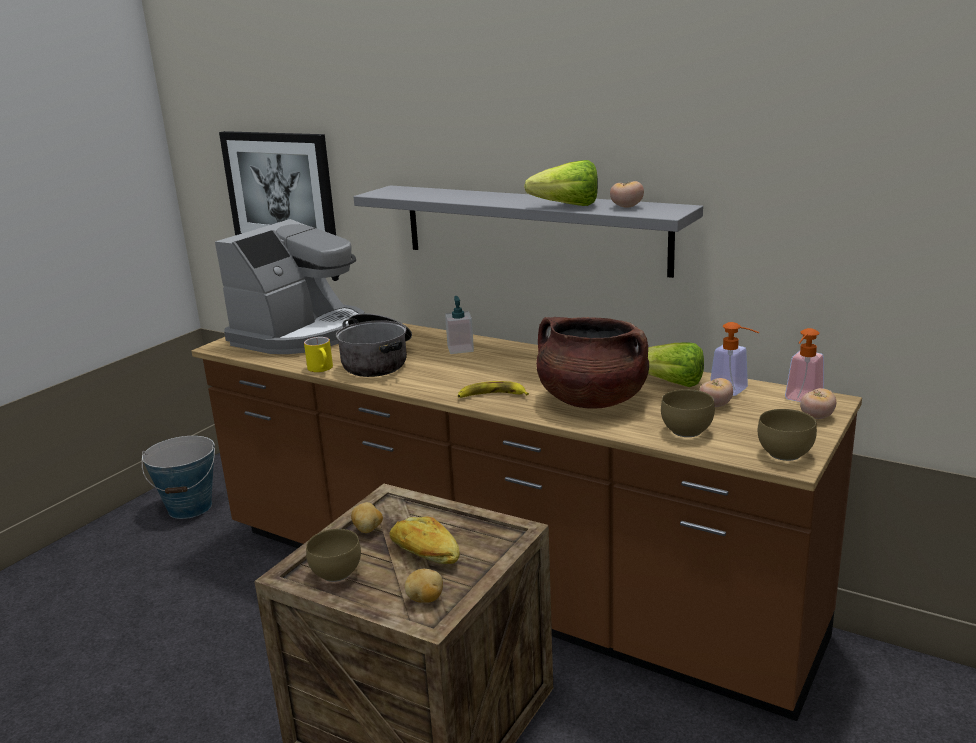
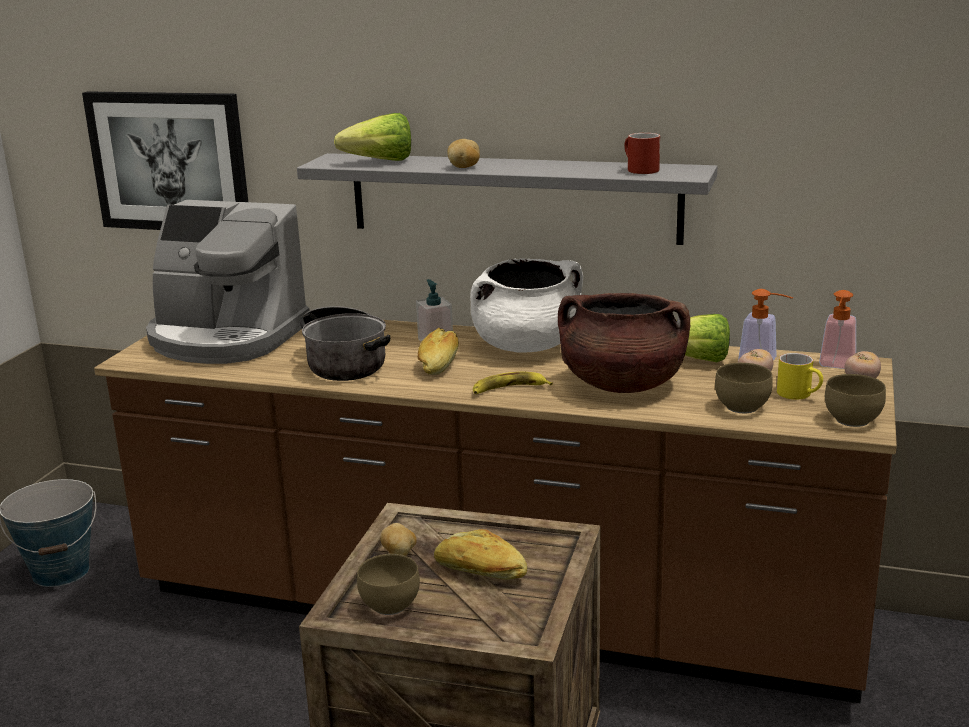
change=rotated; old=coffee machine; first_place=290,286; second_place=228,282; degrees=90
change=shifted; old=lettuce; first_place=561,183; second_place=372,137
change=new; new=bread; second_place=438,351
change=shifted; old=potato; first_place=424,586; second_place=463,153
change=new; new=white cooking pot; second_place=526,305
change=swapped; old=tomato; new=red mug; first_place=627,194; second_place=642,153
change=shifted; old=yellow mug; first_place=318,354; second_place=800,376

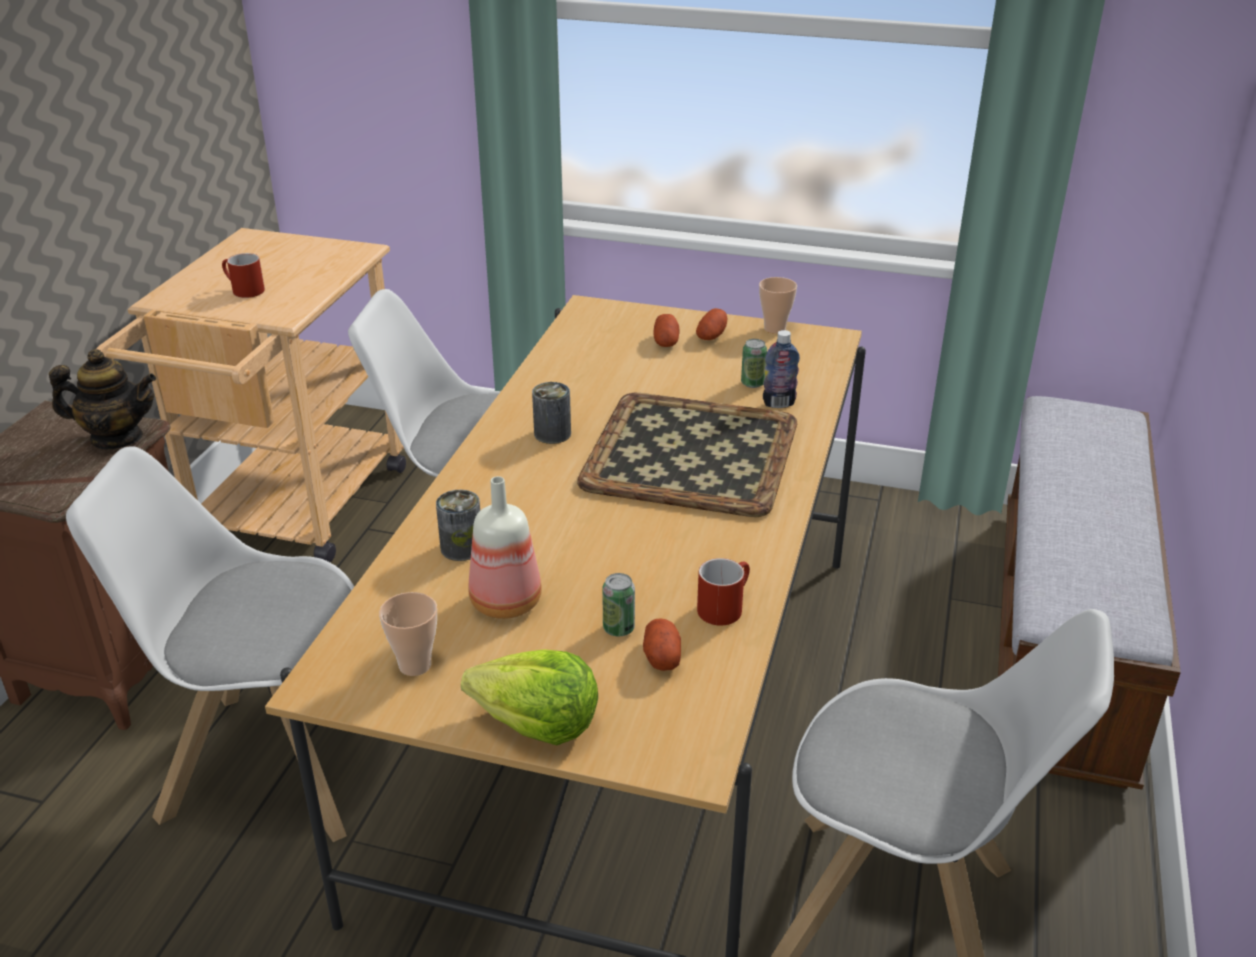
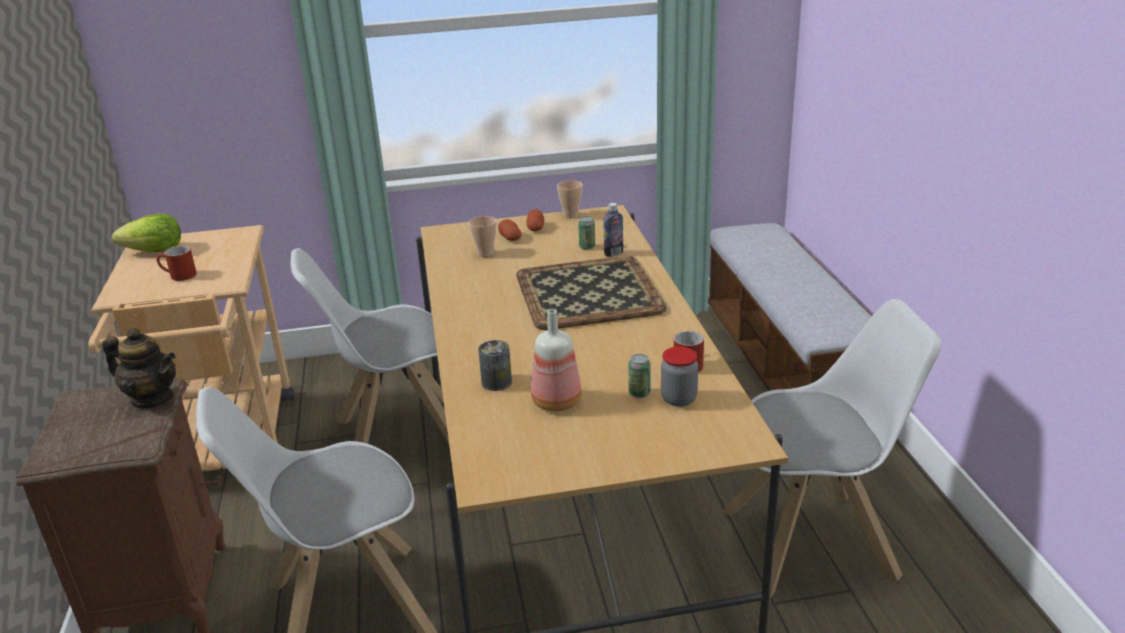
change=rotated; old=teapot; first_place=102,399; second_place=139,368; degrees=45
change=shifted; old=lettuce; first_place=529,697; second_place=146,233
change=shifted; old=cup; first_place=408,634; second_place=483,236
change=swapped; old=potato; new=jar; first_place=662,644; second_place=679,376
change=gone; old=can; first_place=551,413

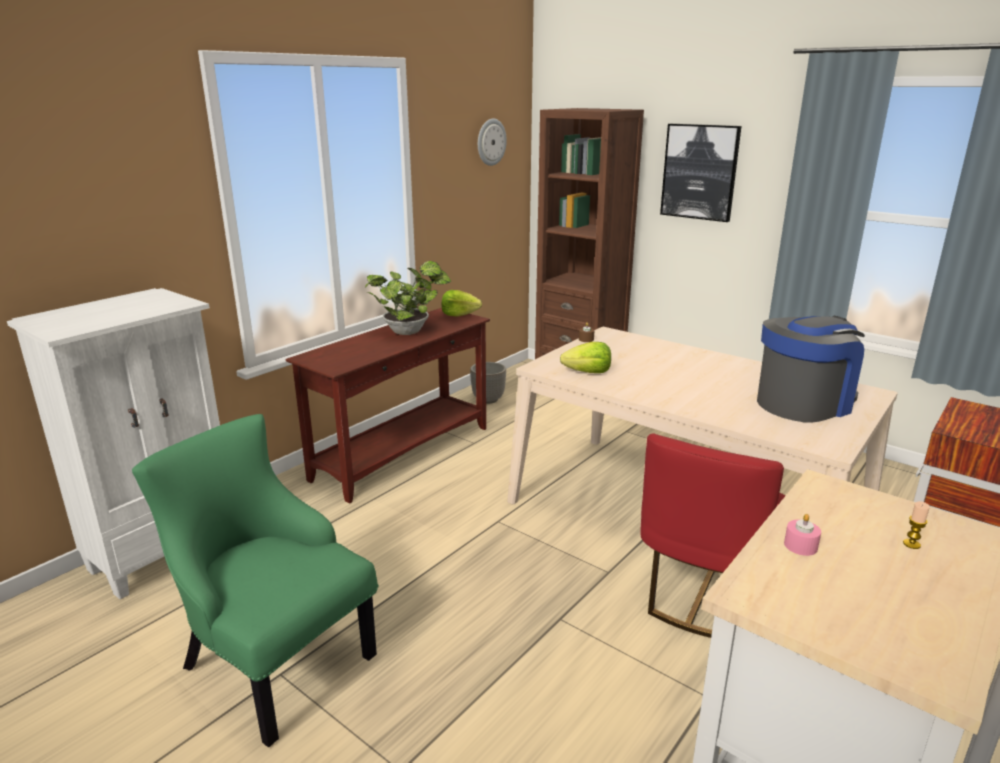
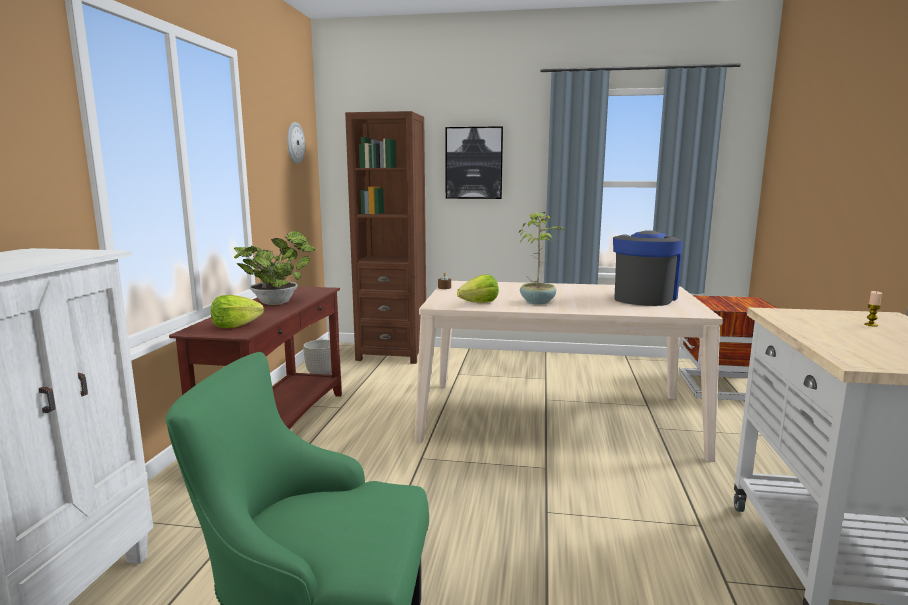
change=shifted; old=lettuce; first_place=462,303; second_place=237,311
change=new; new=potted plant; second_place=542,258
change=gone; old=red chair; first_place=712,535
change=gone; old=pink candle; first_place=802,535

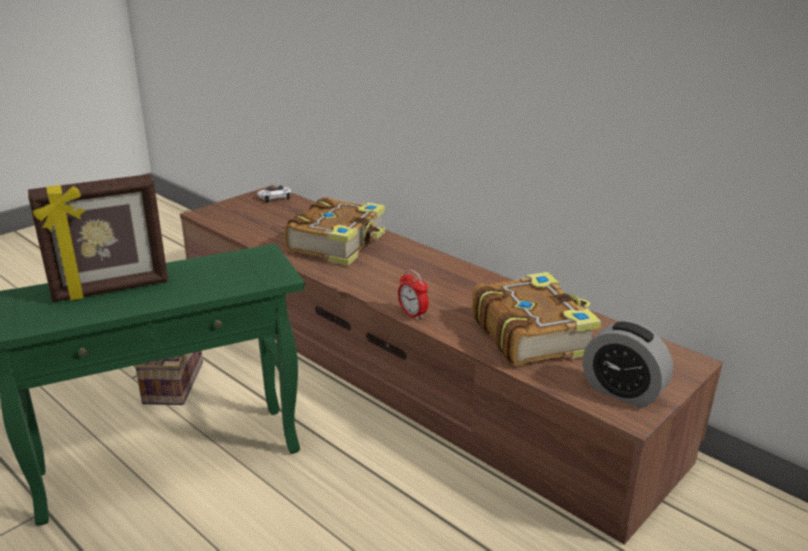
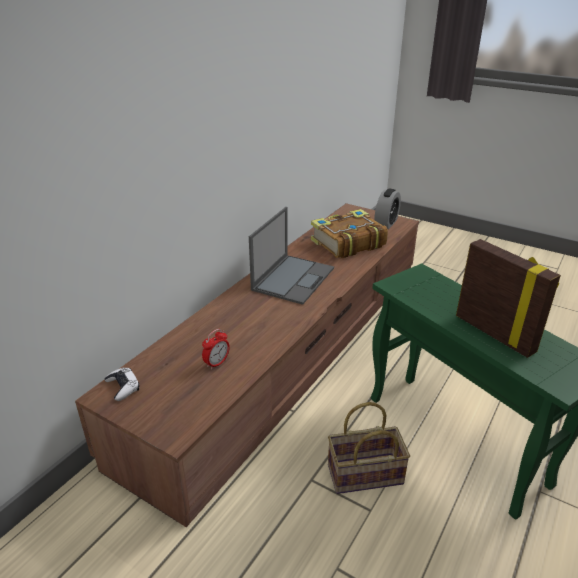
change=shifted; old=alarm clock; first_place=413,294; second_place=216,349
change=new; new=laptop; second_place=291,256
change=gone; old=book; first_place=334,231

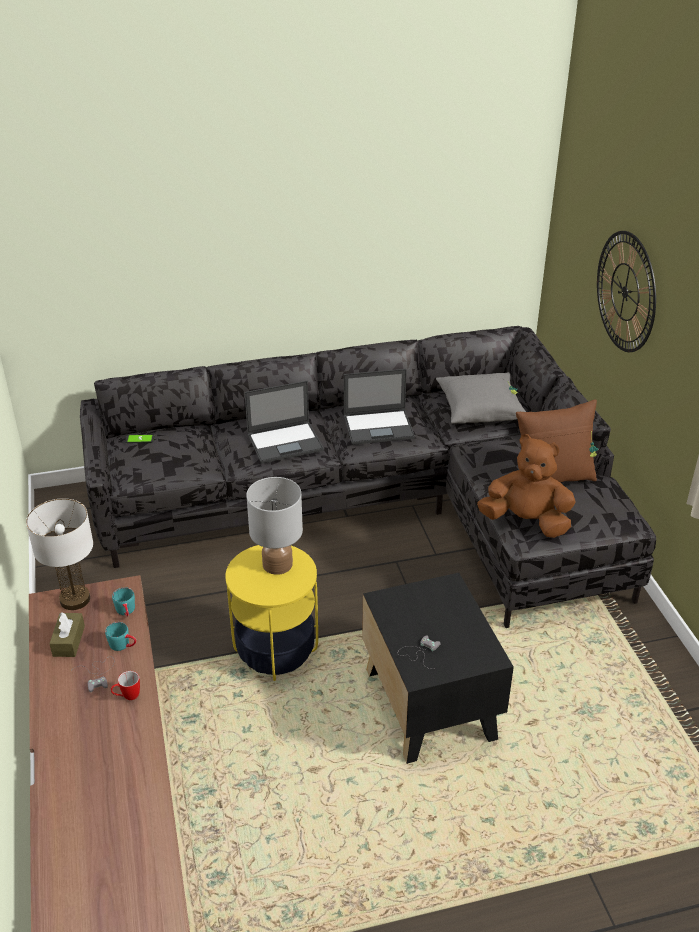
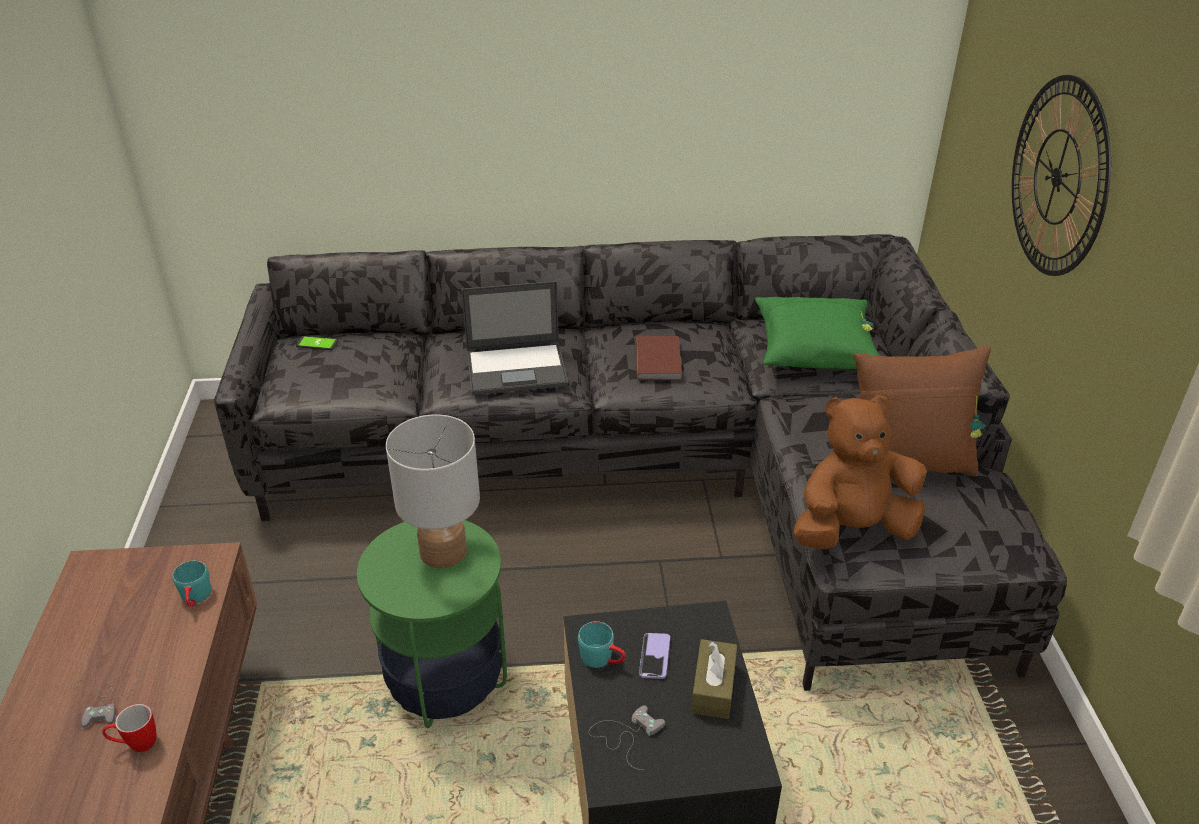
change=repainted; old=yellow side table; new=green side table; first_place=271,613; second_place=432,624
change=shifted; old=turquoise mug; first_place=120,636; second_place=602,644
change=swapped; old=laptop; new=brown book; first_place=379,407; second_place=659,358
change=new; new=phone; second_place=654,656
change=shifted; old=brown tissue box; first_place=67,634; second_place=714,679
change=repainted; old=grey pillow; new=green pillow; first_place=481,398; second_place=817,333
change=rotated; old=brown plush toy; first_place=526,486; second_place=860,472; degrees=-45
change=gone; old=table lamp; first_place=59,554

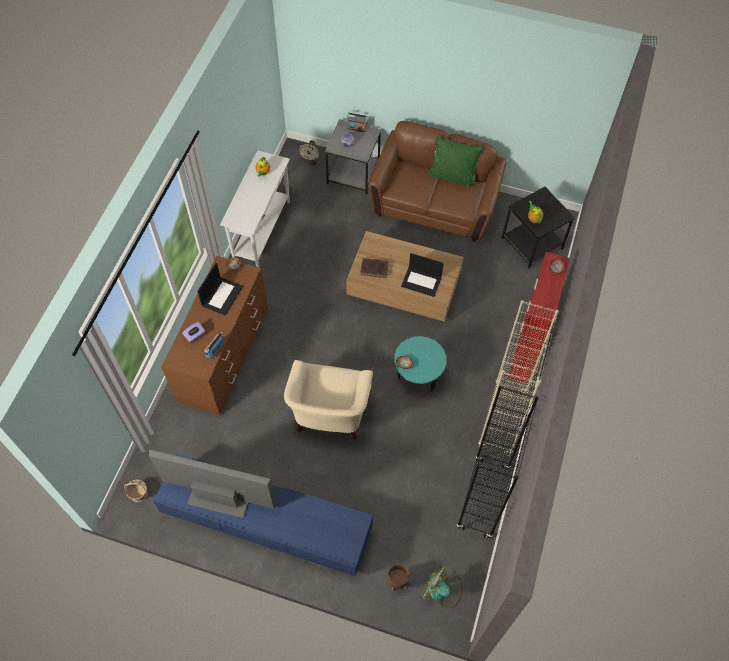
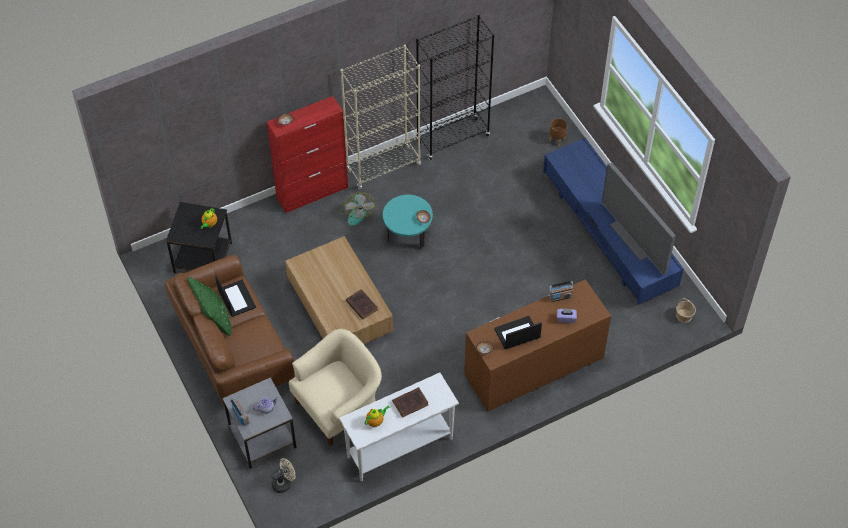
change=shifted; old=laptop; first_place=422,275; second_place=235,296
change=shifted; old=beige armchair; first_place=328,400; second_place=335,387
change=shifted; old=fan; first_place=441,587; second_place=356,209
change=new; new=brown book; second_place=410,402

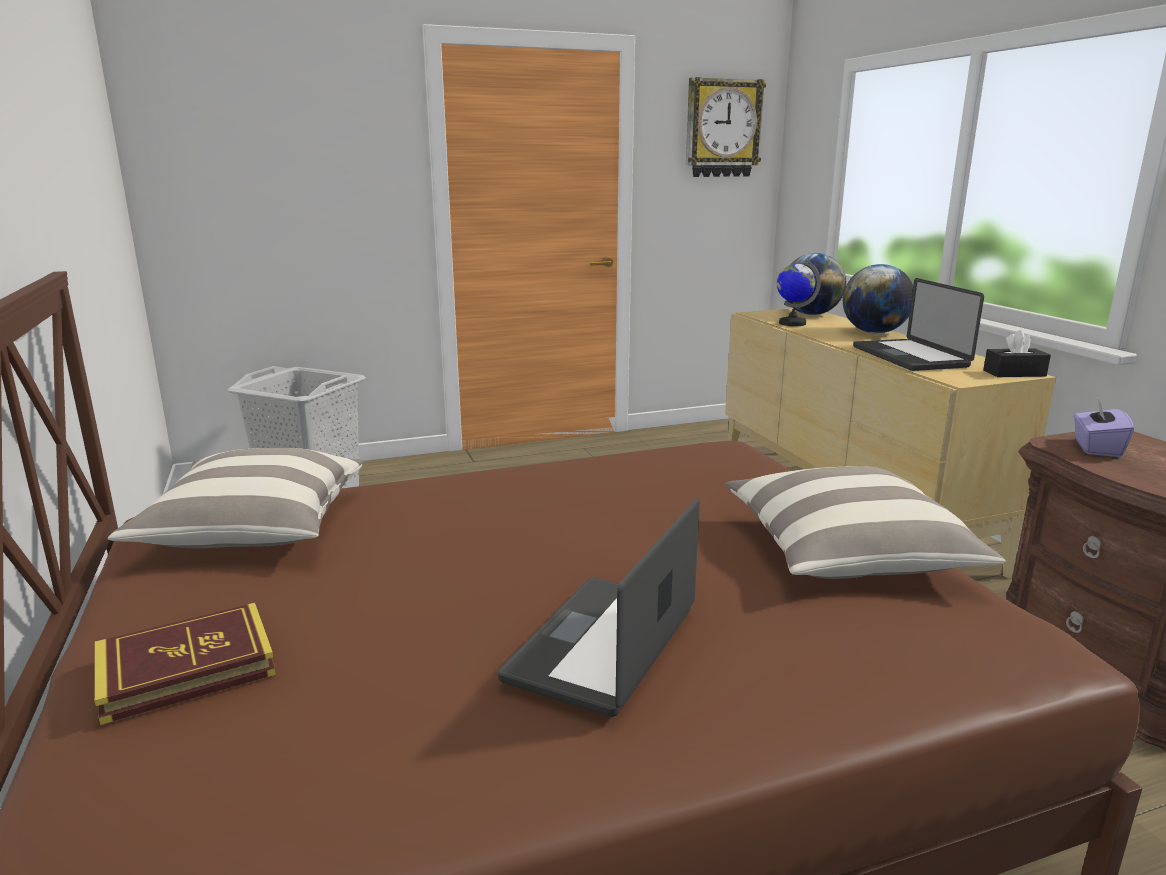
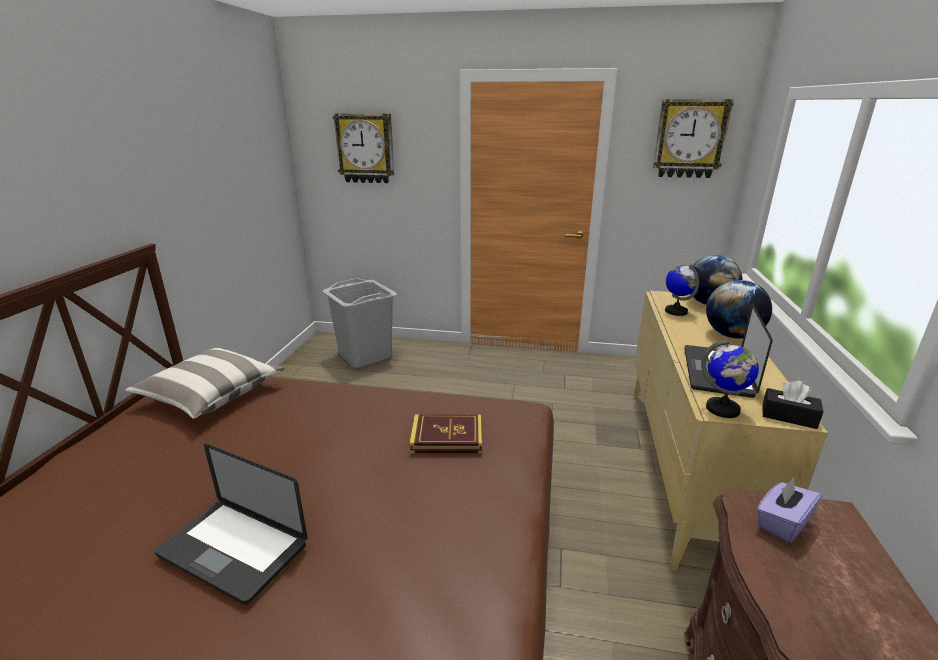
change=rotated; old=laptop; first_place=599,607; second_place=230,524; degrees=-120
change=new; new=wall clock; second_place=363,148
change=shifted; old=book; first_place=185,664; second_place=445,434
change=new; new=globe; second_place=730,378
change=gone; old=pillow; first_place=865,522

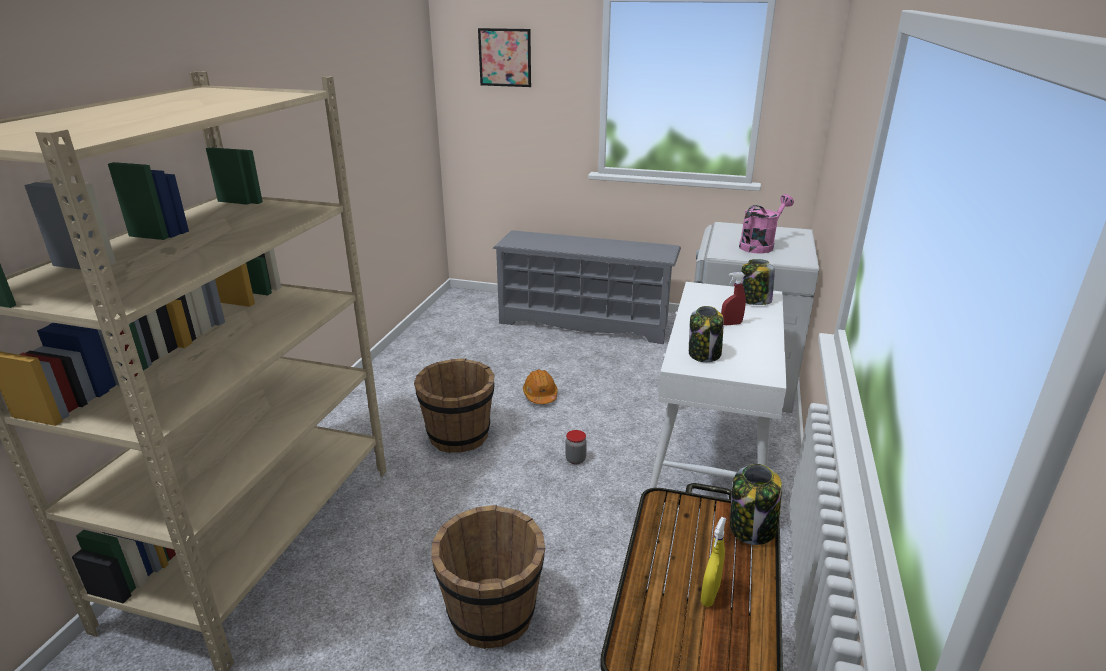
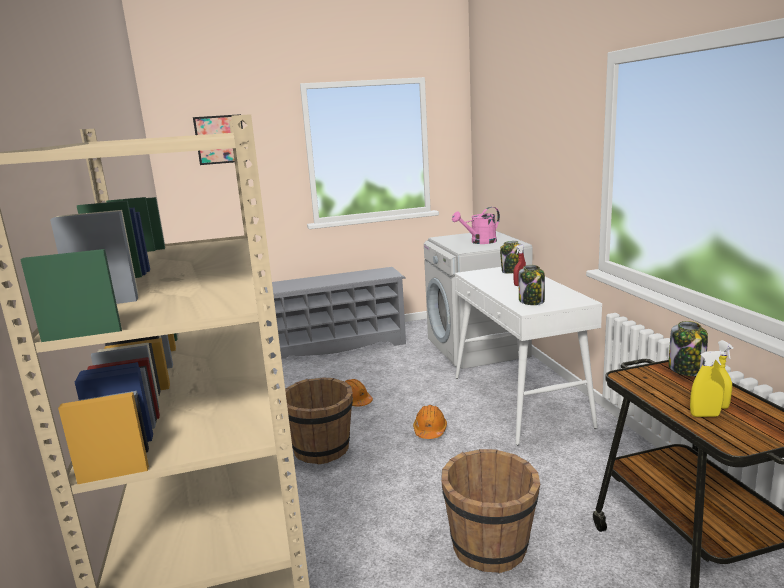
change=swapped; old=jar; new=orange hard hat; first_place=576,447; second_place=430,422
change=rotated; old=pink watering can; first_place=766,223; second_place=476,225; degrees=-135
change=new; new=yellow spray bottle; second_place=707,384

